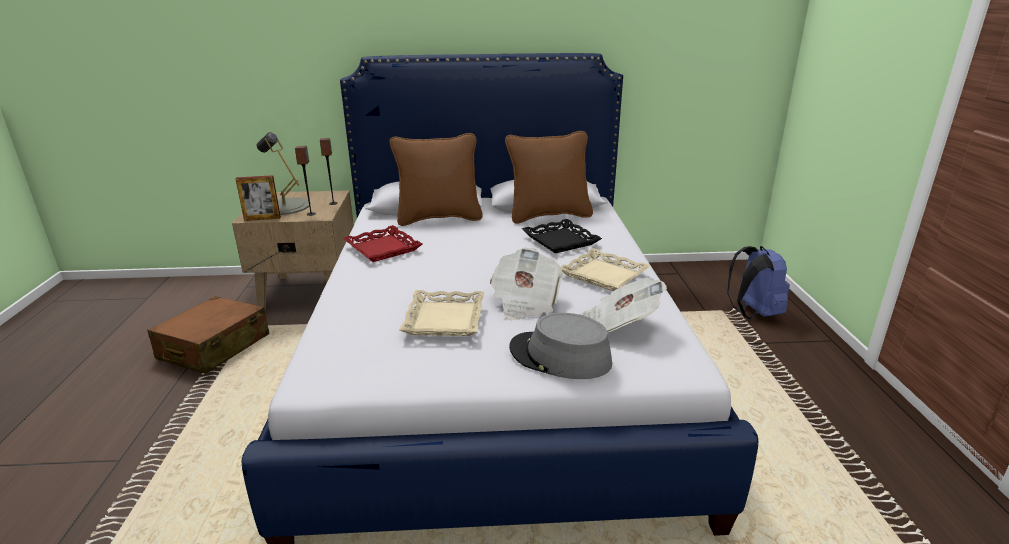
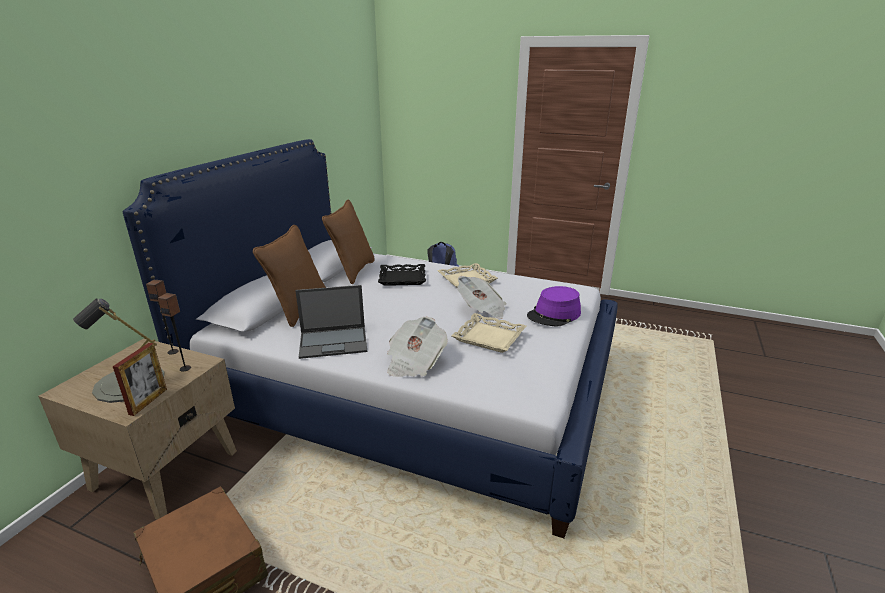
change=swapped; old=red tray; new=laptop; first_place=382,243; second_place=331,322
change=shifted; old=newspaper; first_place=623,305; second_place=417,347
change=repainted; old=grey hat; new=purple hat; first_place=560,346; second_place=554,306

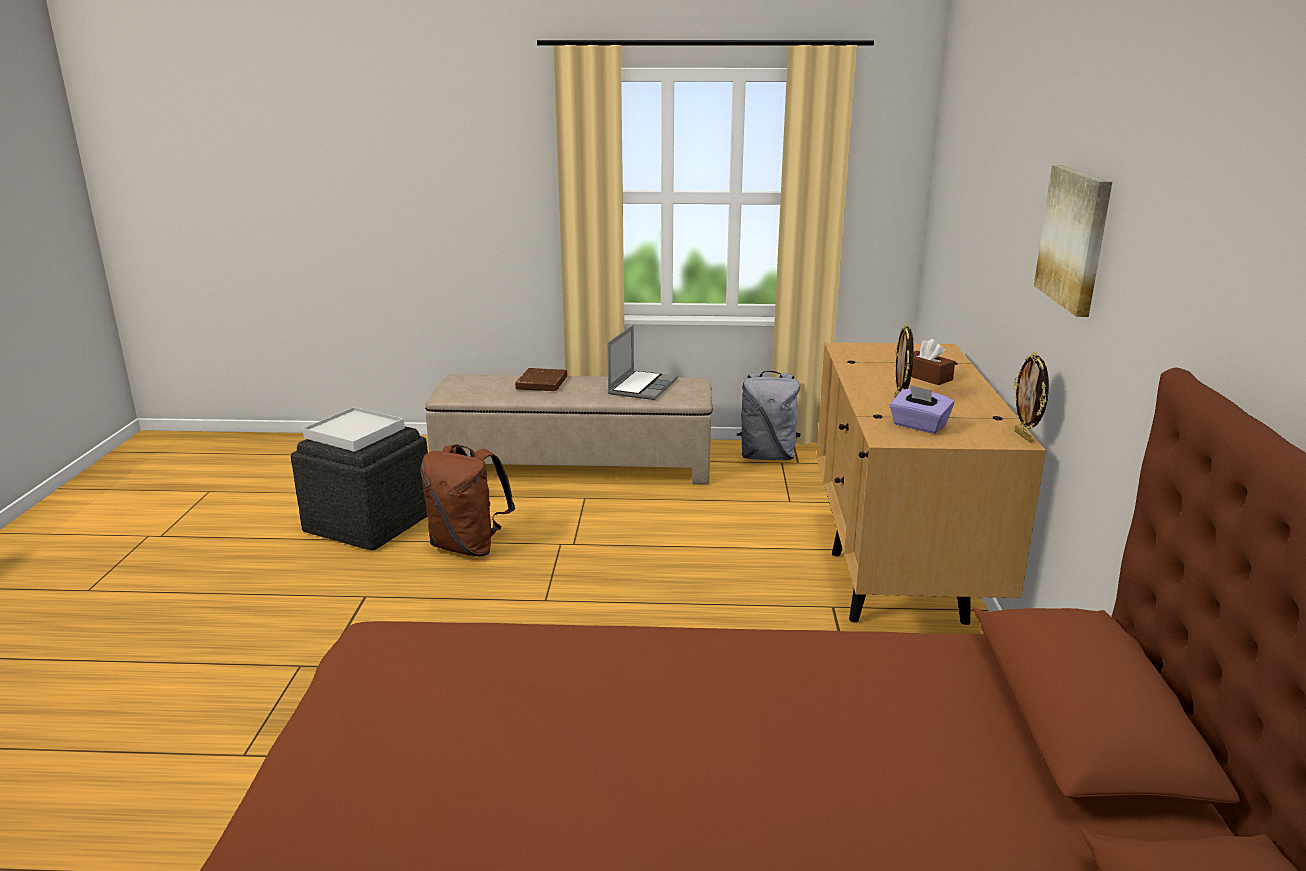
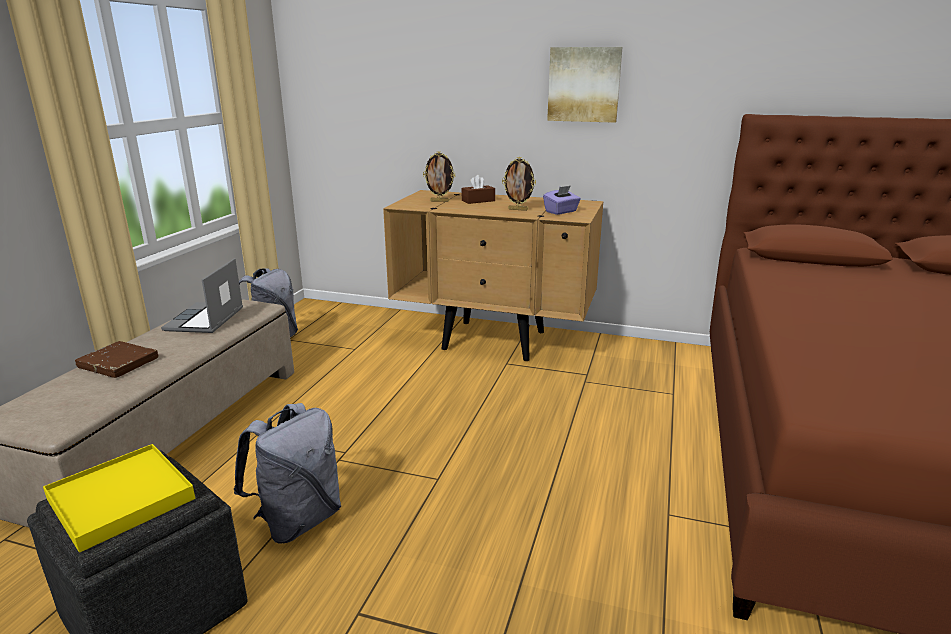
change=repainted; old=white tray; new=yellow tray; first_place=353,429; second_place=119,498
change=rotated; old=laptop; first_place=642,362; second_place=202,295; degrees=-120
change=repainted; old=brown backpack; new=grey backpack; first_place=467,500; second_place=287,473
change=shifted; old=picture frame; first_place=1031,397; second_place=439,176

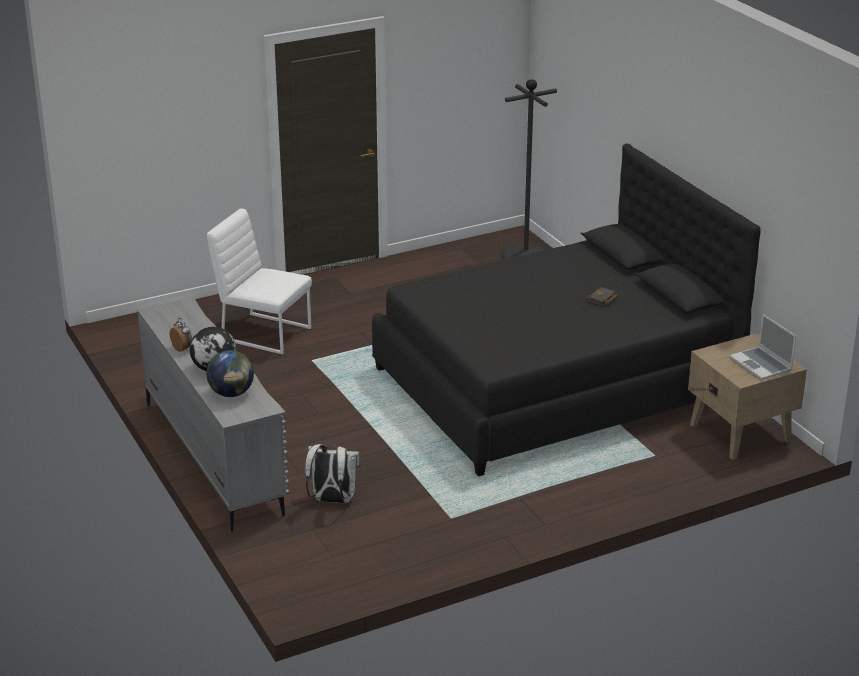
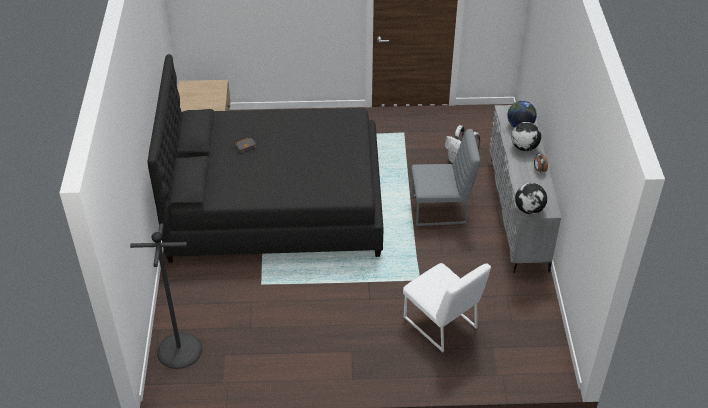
change=new; new=grey chair; second_place=445,177
change=new; new=globe; second_place=531,198
change=gone; old=laptop; first_place=763,347

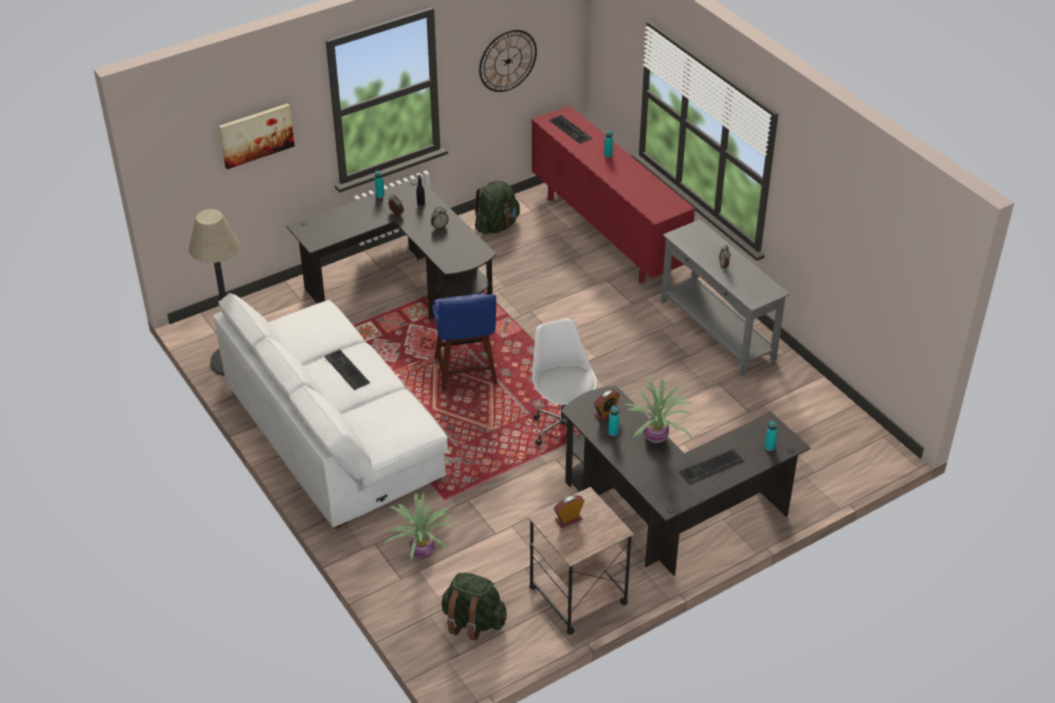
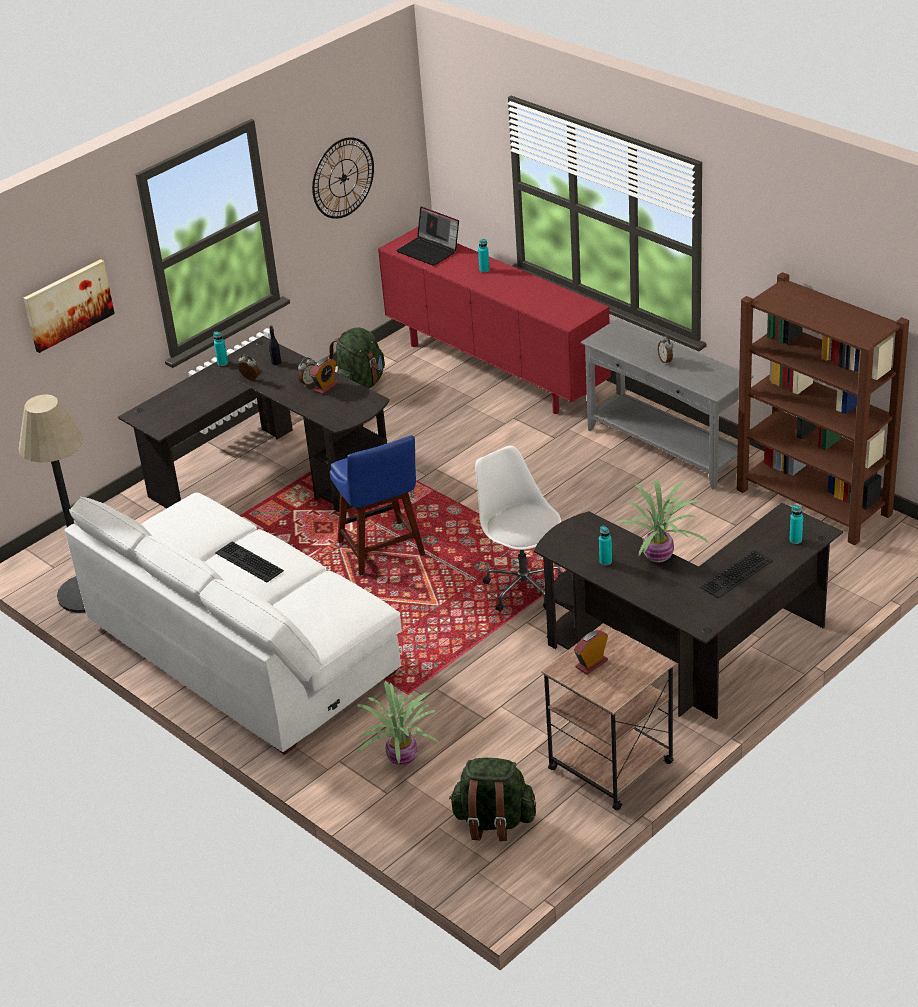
change=shifted; old=alarm clock; first_place=607,406; second_place=324,376
change=swapped; old=keyboard; new=laptop; first_place=570,129; second_place=427,236
change=new; new=brown bookcase; second_place=823,408

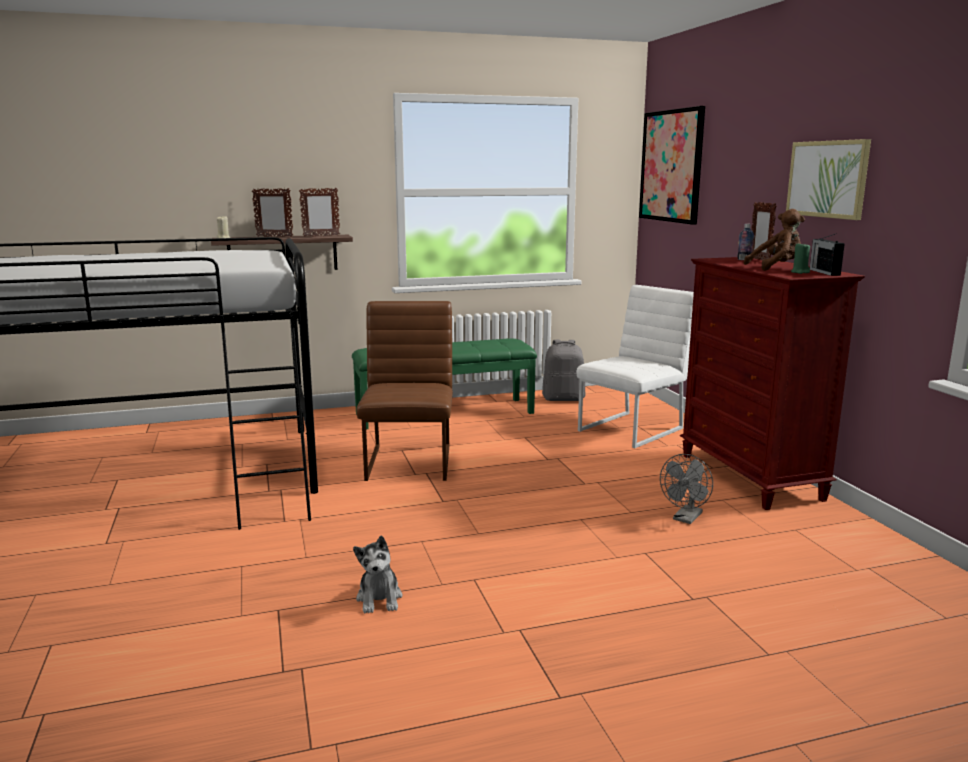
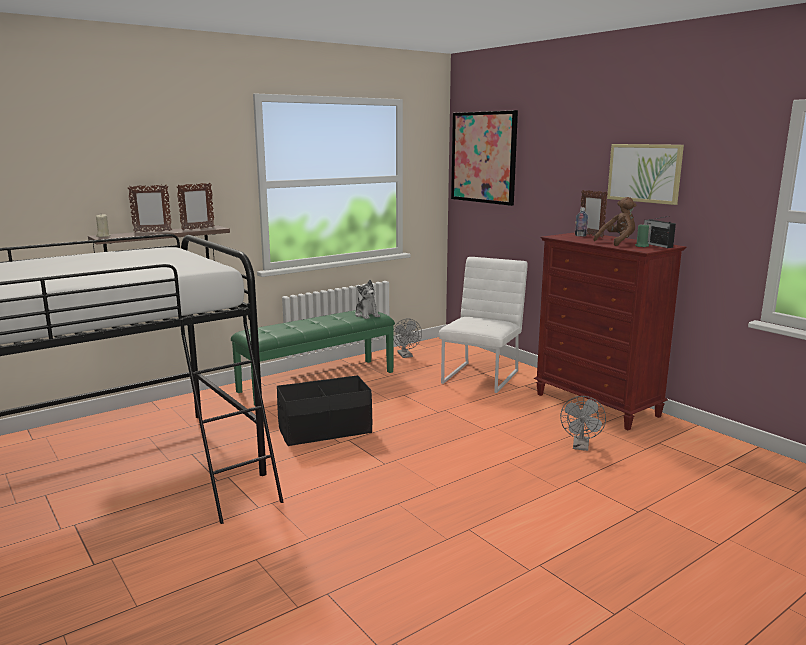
change=swapped; old=brown chair; new=black storage box; first_place=404,391; second_place=324,410
change=shifted; old=plush toy; first_place=377,574; second_place=367,299
change=swapped; old=grey backpack; new=grey fan; first_place=564,370; second_place=407,338

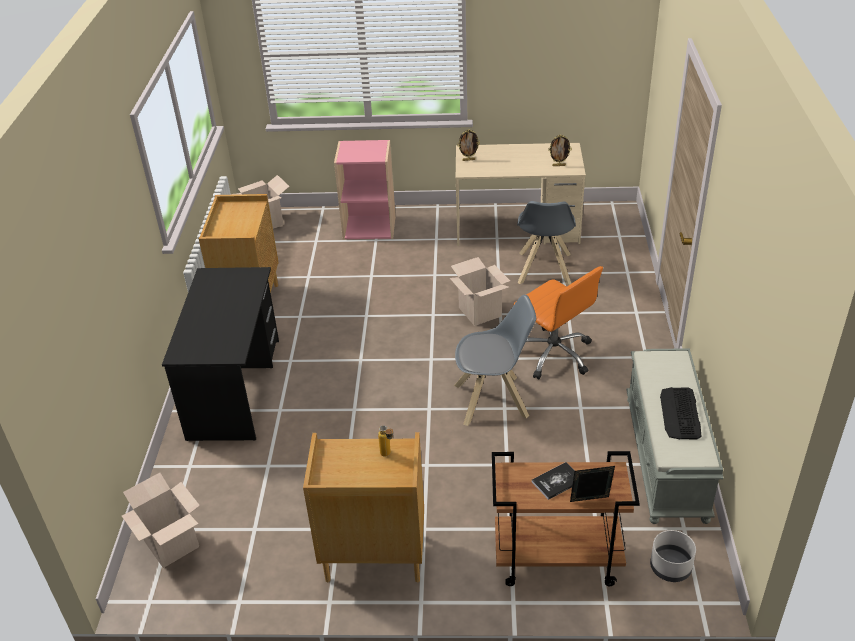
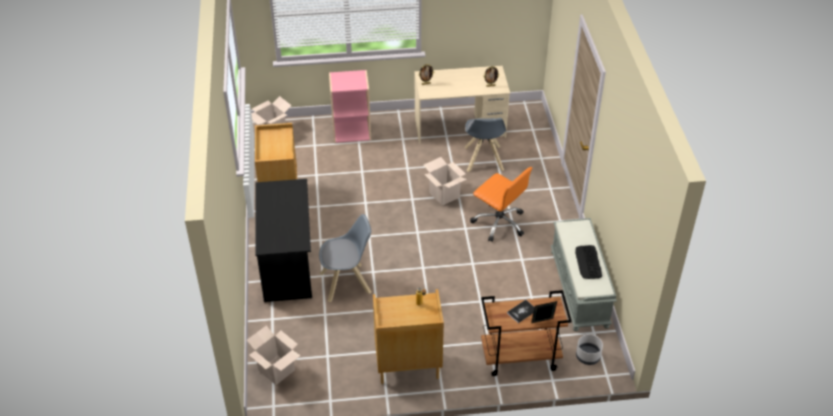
change=shifted; old=grey chair; first_place=495,360; second_place=345,258

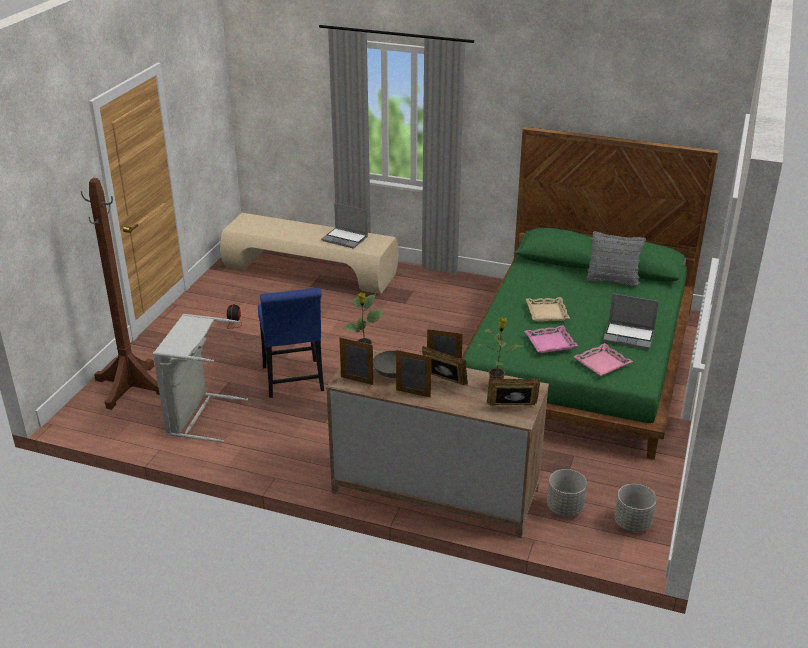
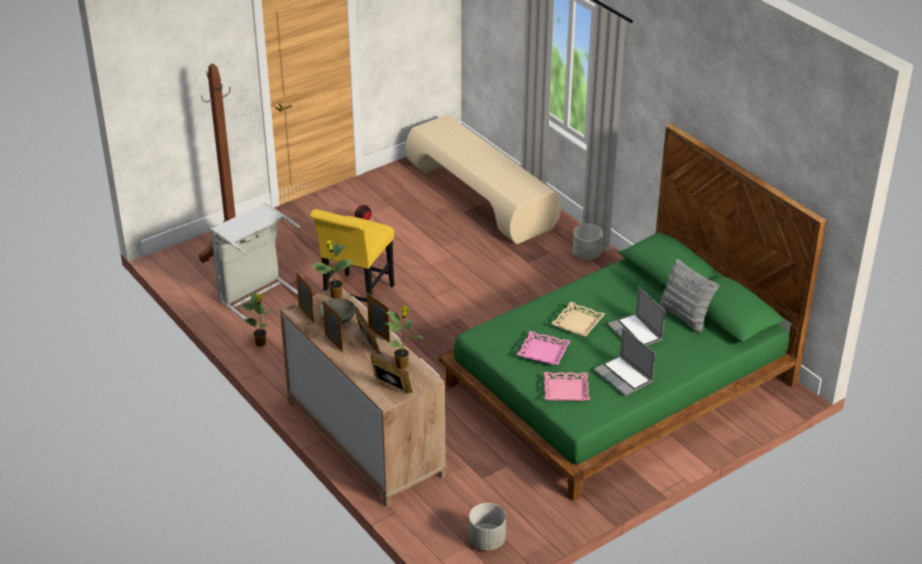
change=new; new=potted plant; second_place=257,319
change=repainted; old=blue chair; new=yellow chair; first_place=291,343; second_place=352,257
change=shifted; old=grey planter; first_place=567,492; second_place=588,242
change=shifted; old=laptop; first_place=344,226; second_place=636,316

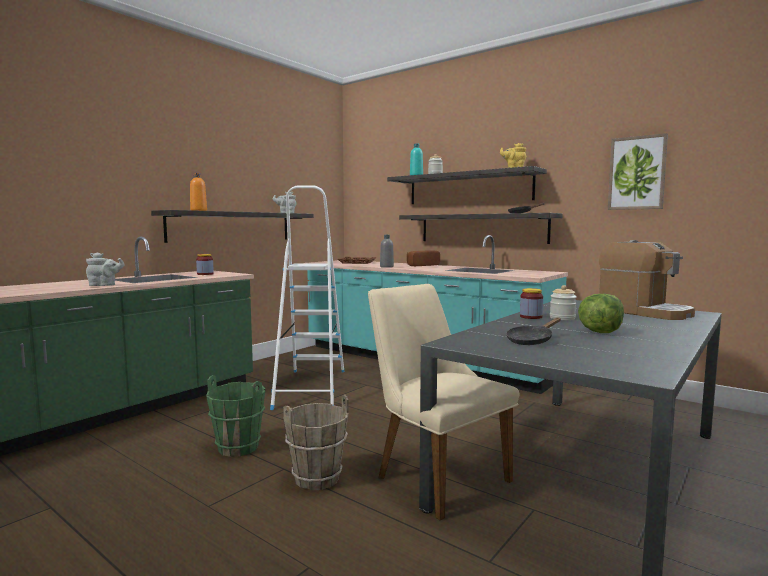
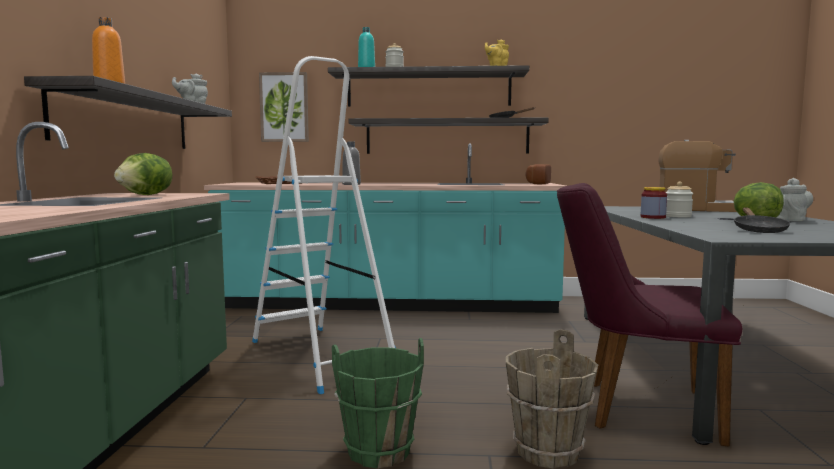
change=swapped; old=jar; new=lettuce; first_place=205,264; second_place=143,174
change=shifted; old=picture; first_place=638,171; second_place=284,107
change=shifted; old=bread; first_place=423,258; second_place=538,174
change=repainted; old=beige chair; new=purple chair; first_place=443,402; second_place=649,315
change=shifted; old=grey teapot; first_place=105,269; second_place=795,199

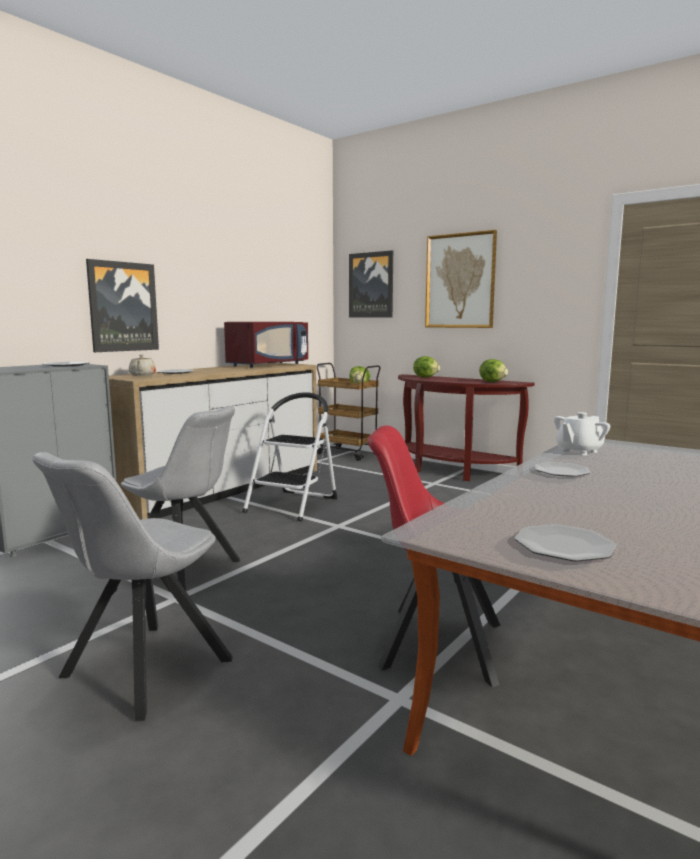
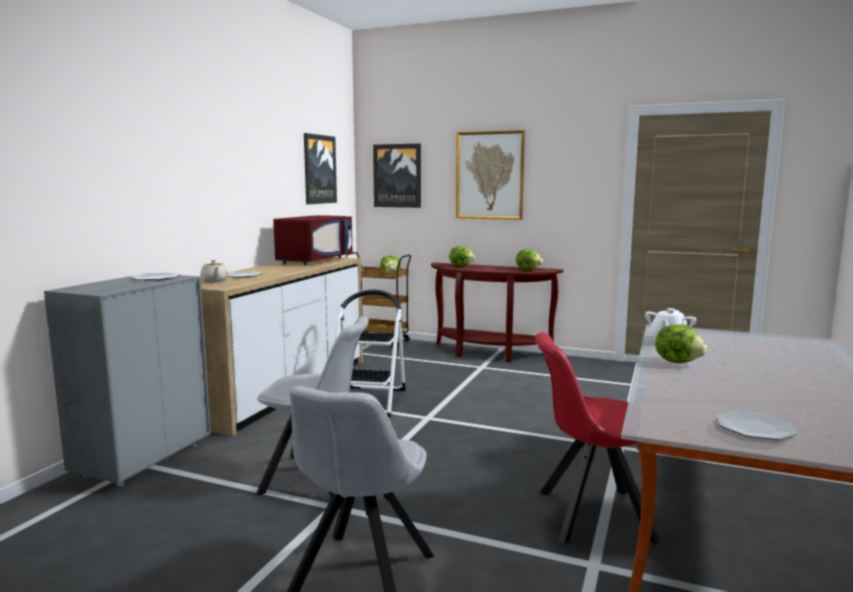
change=shifted; old=picture; first_place=122,305; second_place=320,168
change=swapped; old=plate; new=lettuce; first_place=562,469; second_place=681,344

